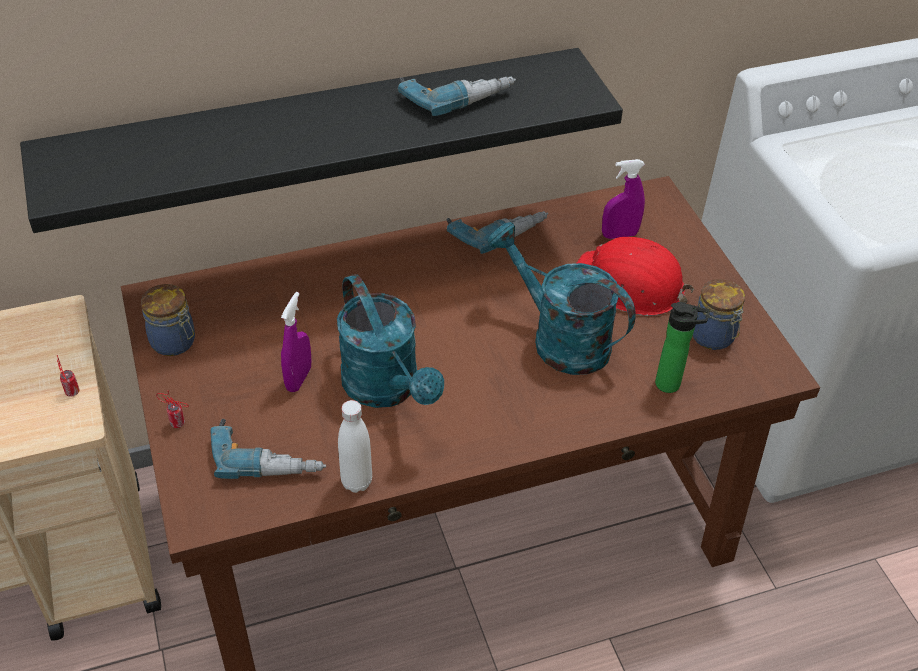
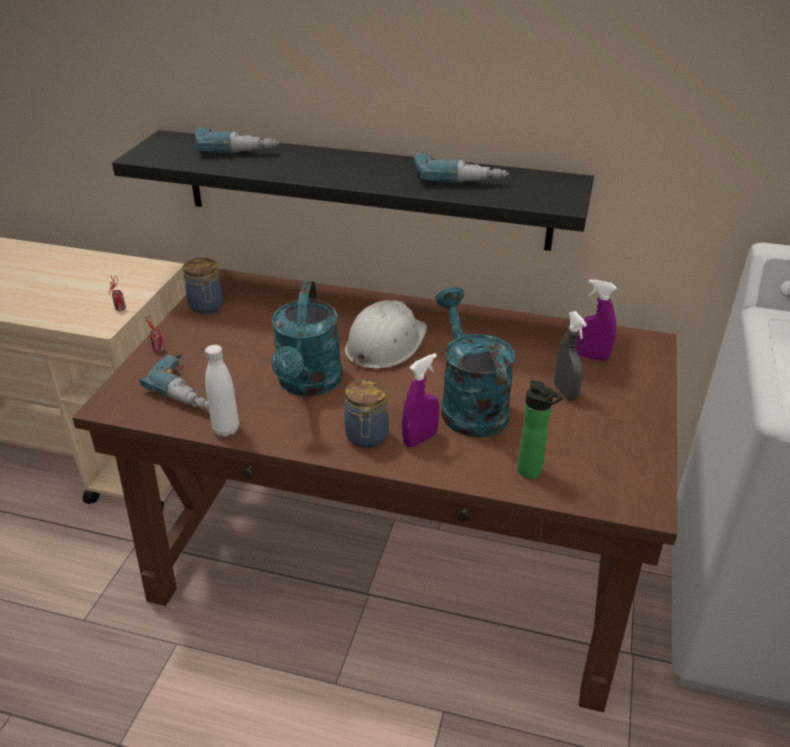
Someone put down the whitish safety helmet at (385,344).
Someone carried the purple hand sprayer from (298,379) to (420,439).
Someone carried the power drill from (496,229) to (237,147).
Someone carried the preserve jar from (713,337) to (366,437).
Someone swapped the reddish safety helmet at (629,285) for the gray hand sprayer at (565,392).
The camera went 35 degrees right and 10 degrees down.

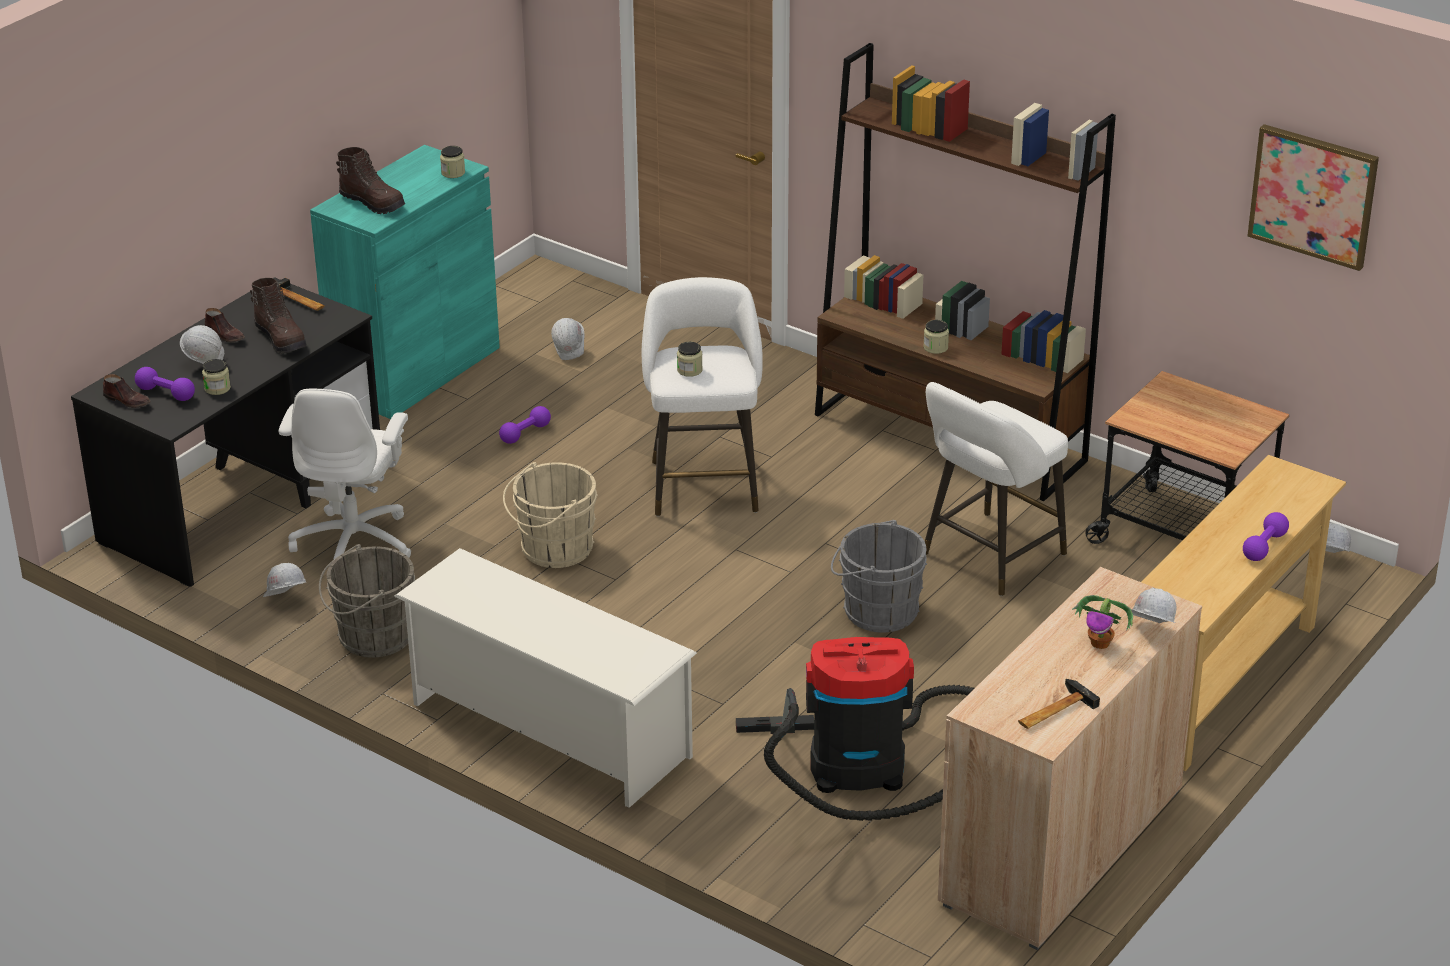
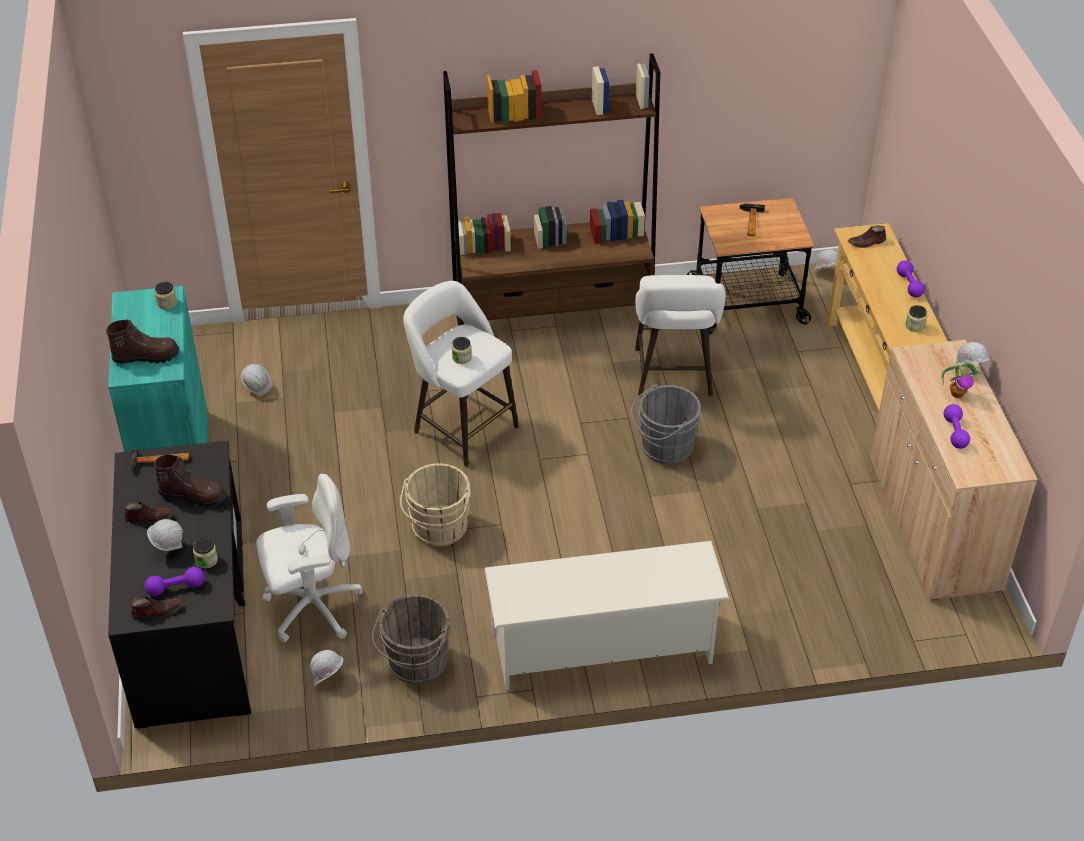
Someone took away the vacuum cleaner at (869,766).
Someone took away the wall picture at (1313,195).
Someone put down the brown shoe at (866,242).
Someone carried the purple free weight from (525,433) to (955,433).
Someone carried the preserve jar from (935,347) to (914,326).
Someone carried the hand hammer from (1052,711) to (750,223).
Someone rotated the whitish office chair at (355,542) by 75 degrees counterclockwise.
The camera went 45 degrees left and 10 degrees up.

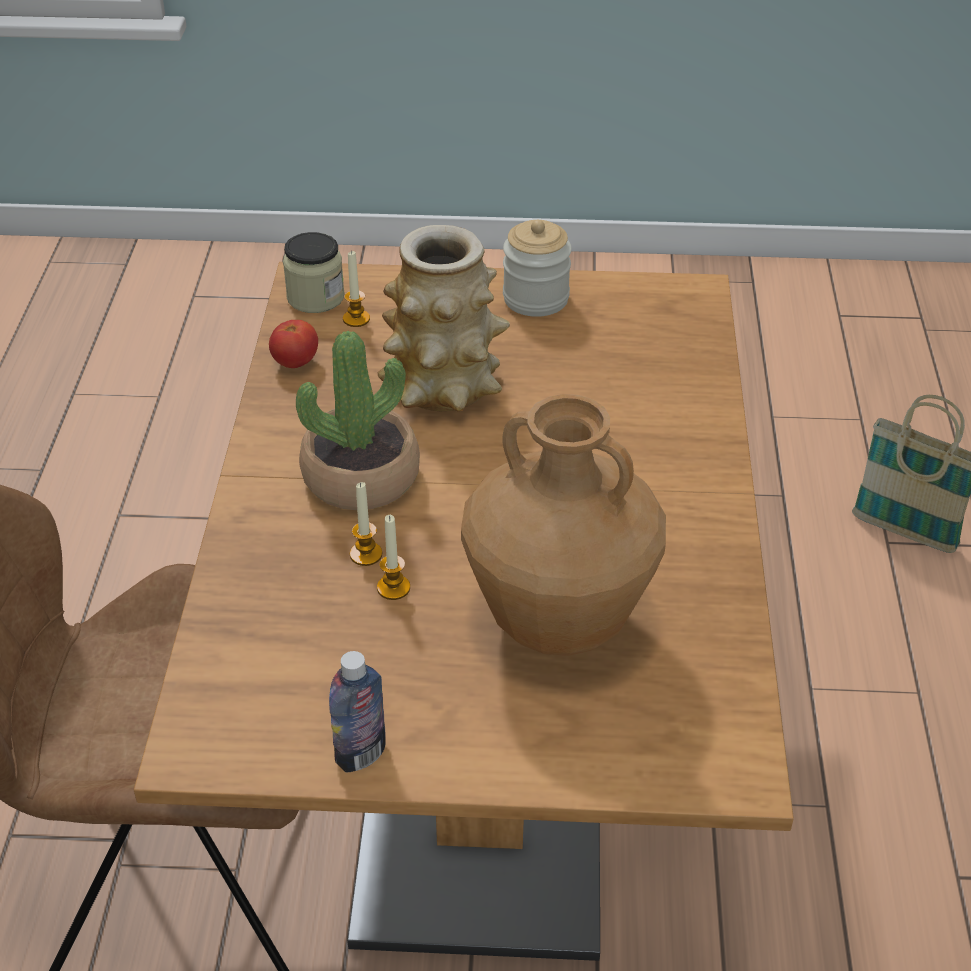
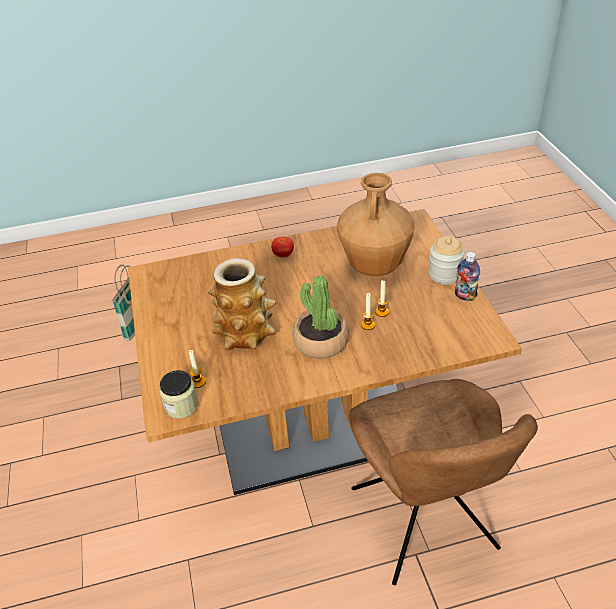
Someone carried the tomato from (295,362) to (283,255).
Someone carried the preserve jar from (536,298) to (444,274).
The camera went 105 degrees left and 0 degrees up.

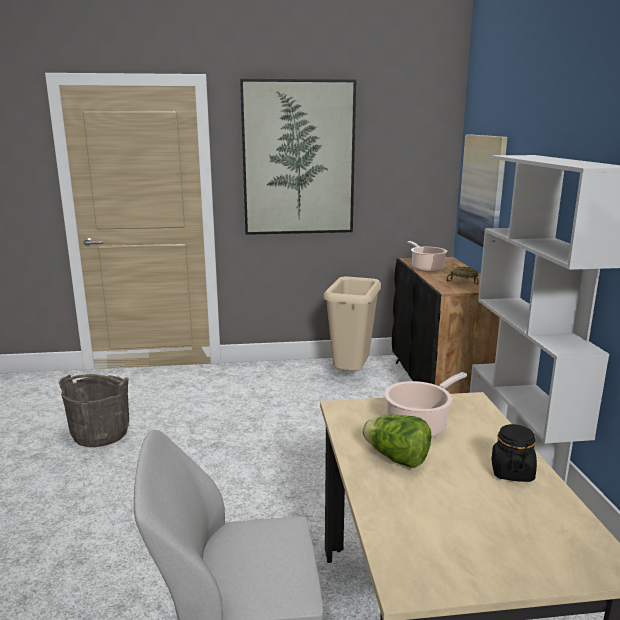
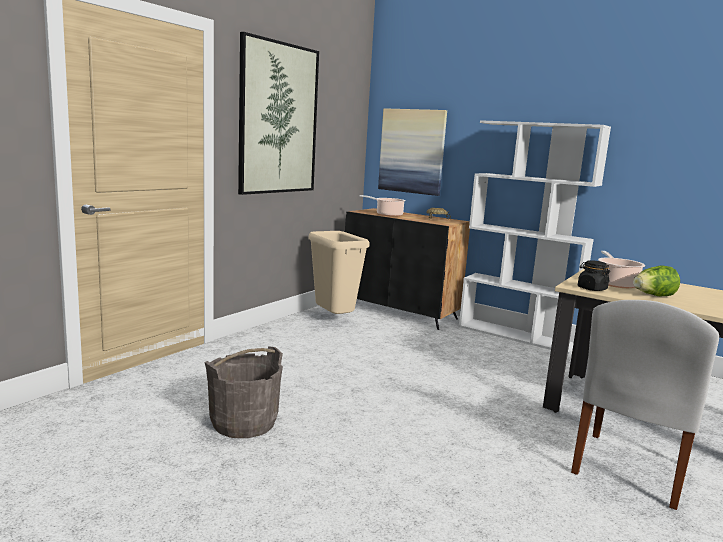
Someone carried the black preserve jar from (512,472) to (591,289).
The camera went 50 degrees left and 5 degrees down.

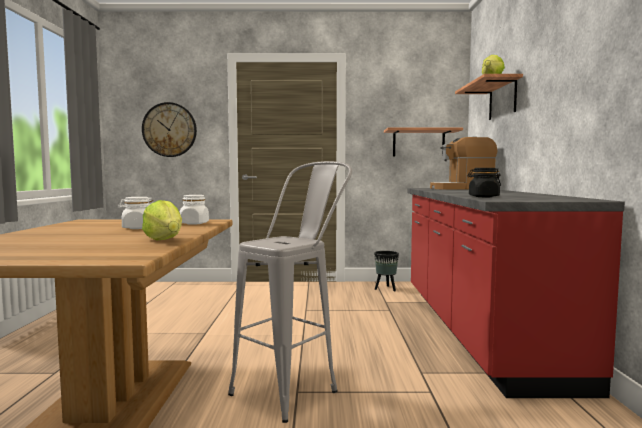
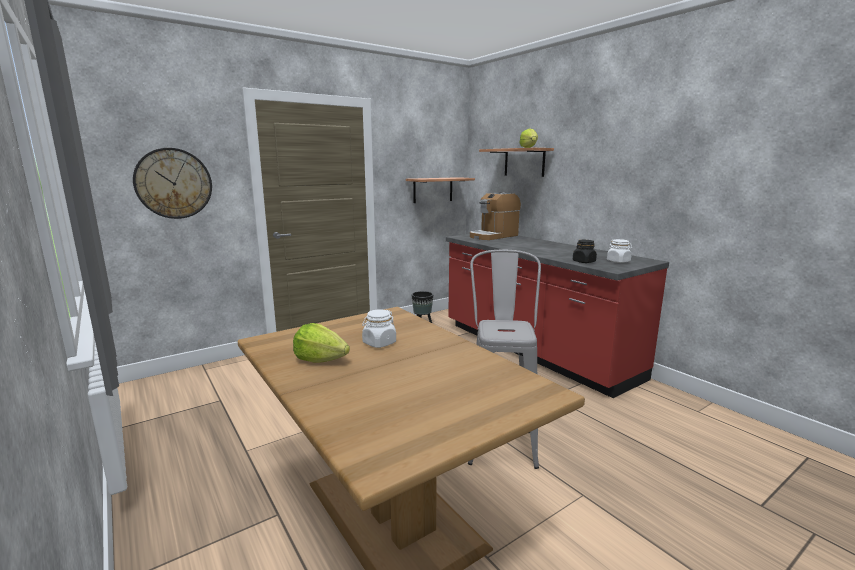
Someone carried the lettuce head from (165,240) to (320,360).
Someone carried the whitish preserve jar from (194,223) to (618,261).
The camera went 35 degrees left and 10 degrees up.

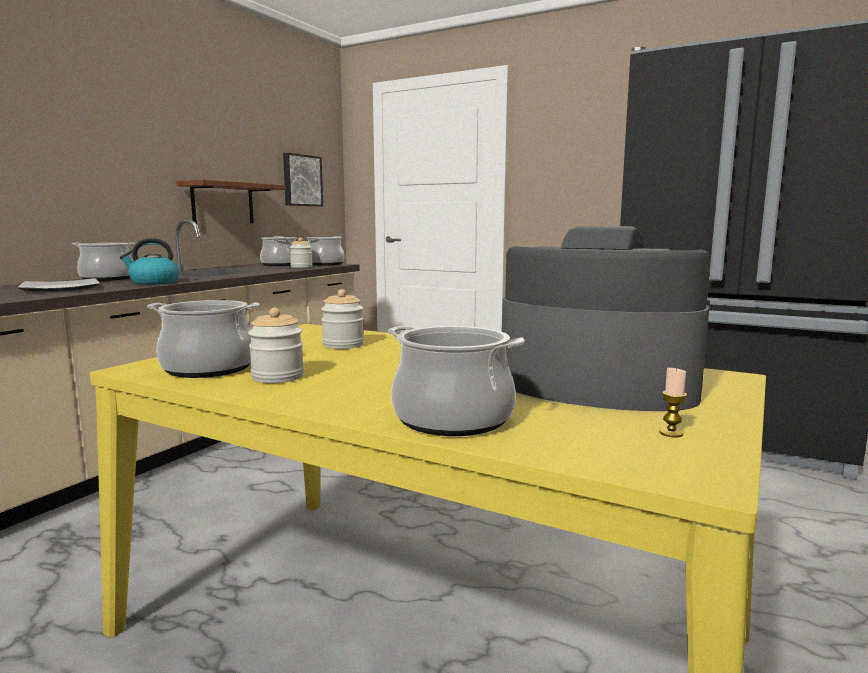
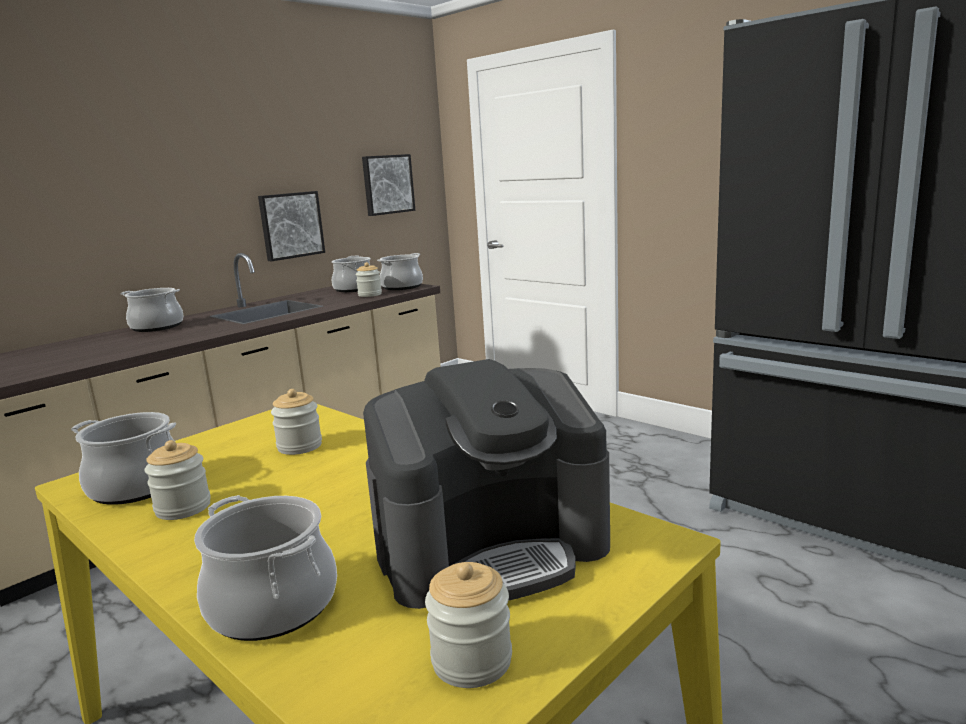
Someone took away the plate at (59,289).
Someone took away the tea kettle at (154,282).
Someone swapped the brown wall shelf at (223,203) for the wall picture at (290,225).
Someone swapped the candle at (671,433) for the preserve jar at (472,660).
Someone rotated the coffee machine at (597,384) by 120 degrees clockwise.
The camera went 15 degrees right and 5 degrees up.

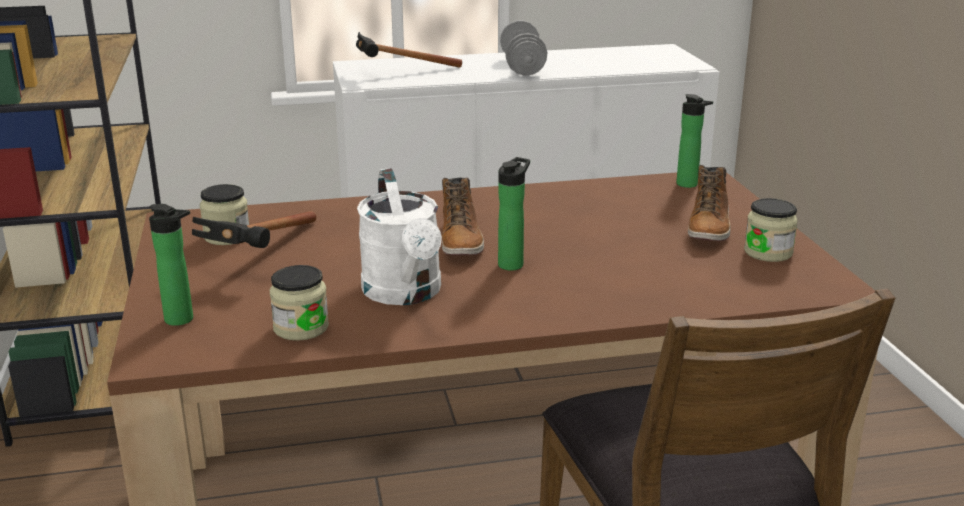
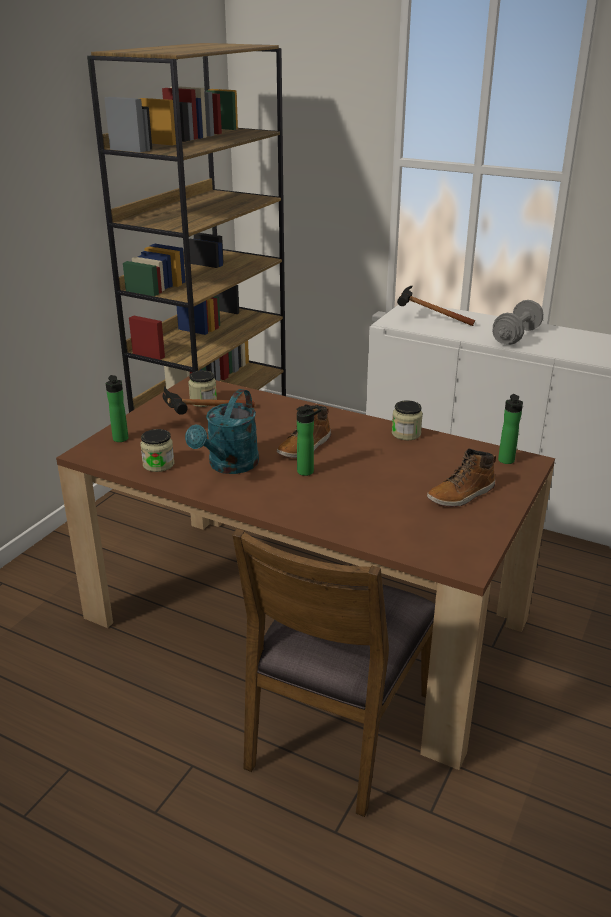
Someone carried the preserve jar from (768,252) to (406,434).
Someone repainted the whitish watering can at (405,294), which became the turquoise-coloured watering can at (229,466).
The camera went 40 degrees right and 5 degrees up.

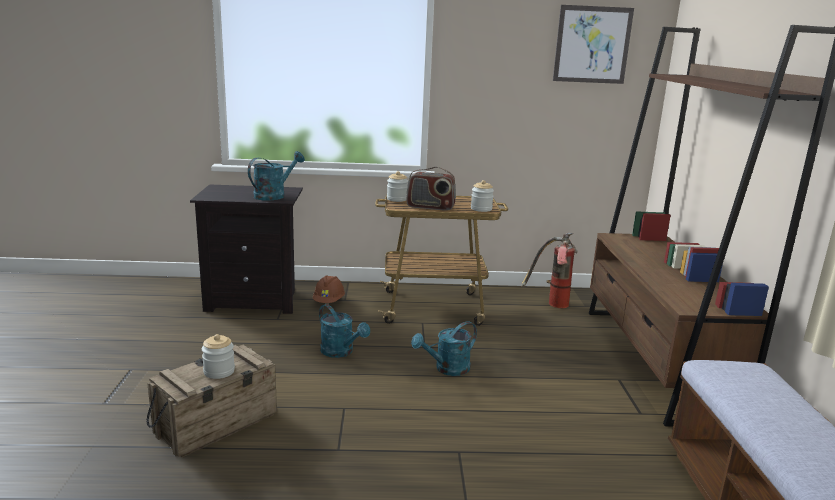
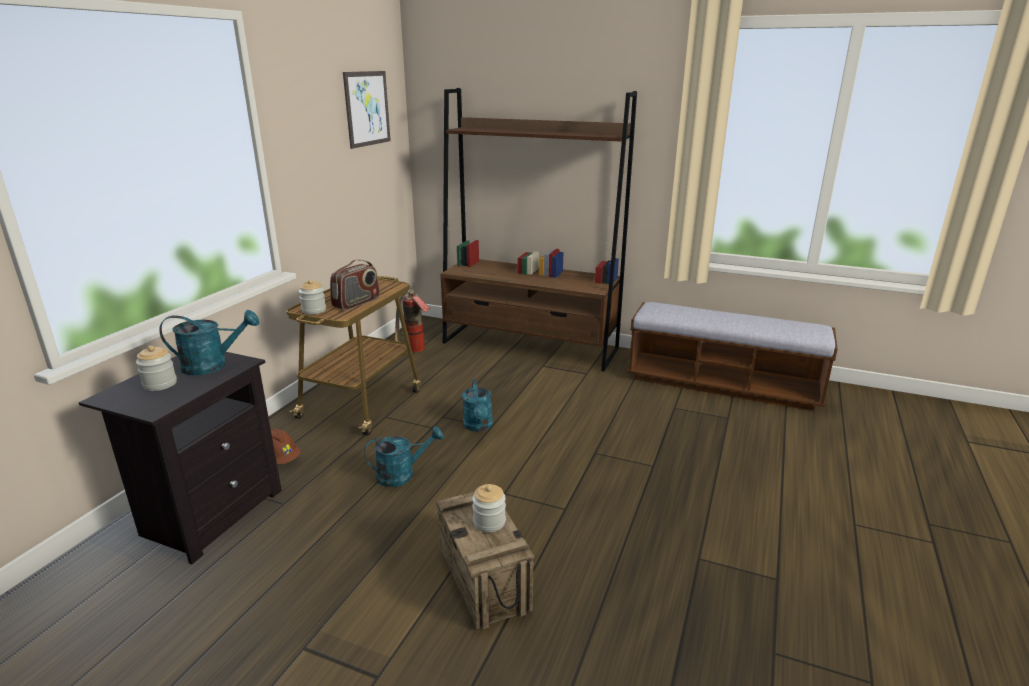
Someone carried the preserve jar from (481,209) to (160,384).
Someone rotated the turquoise-coloured watering can at (274,195) by 105 degrees clockwise.
The camera went 65 degrees left and 5 degrees up.

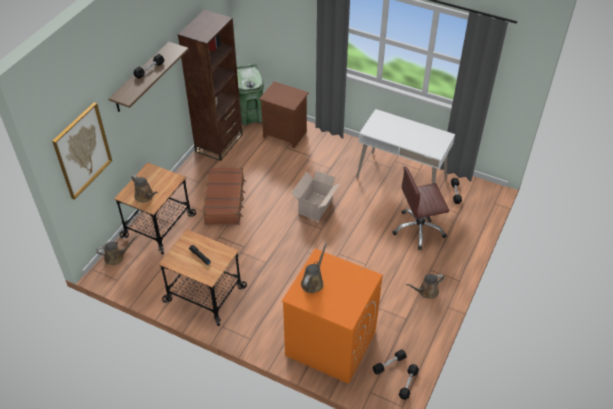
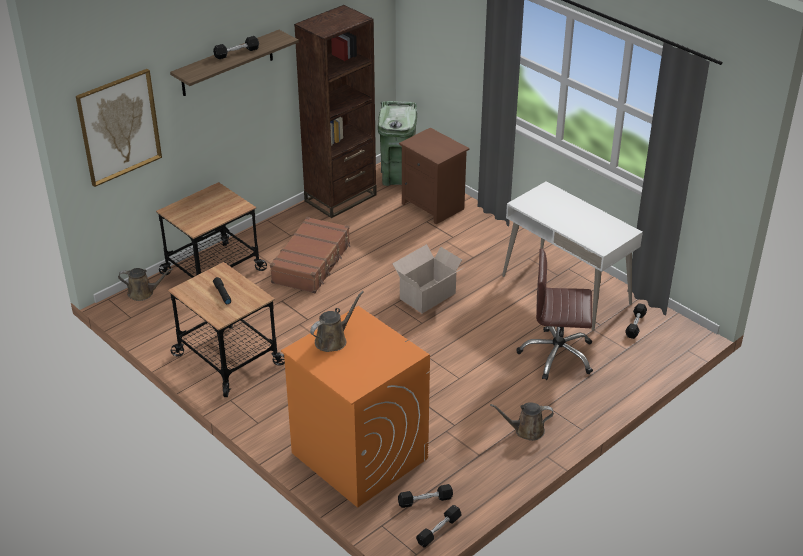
Someone took away the brown watering can at (145,196).
The camera went 20 degrees right and 10 degrees down.

